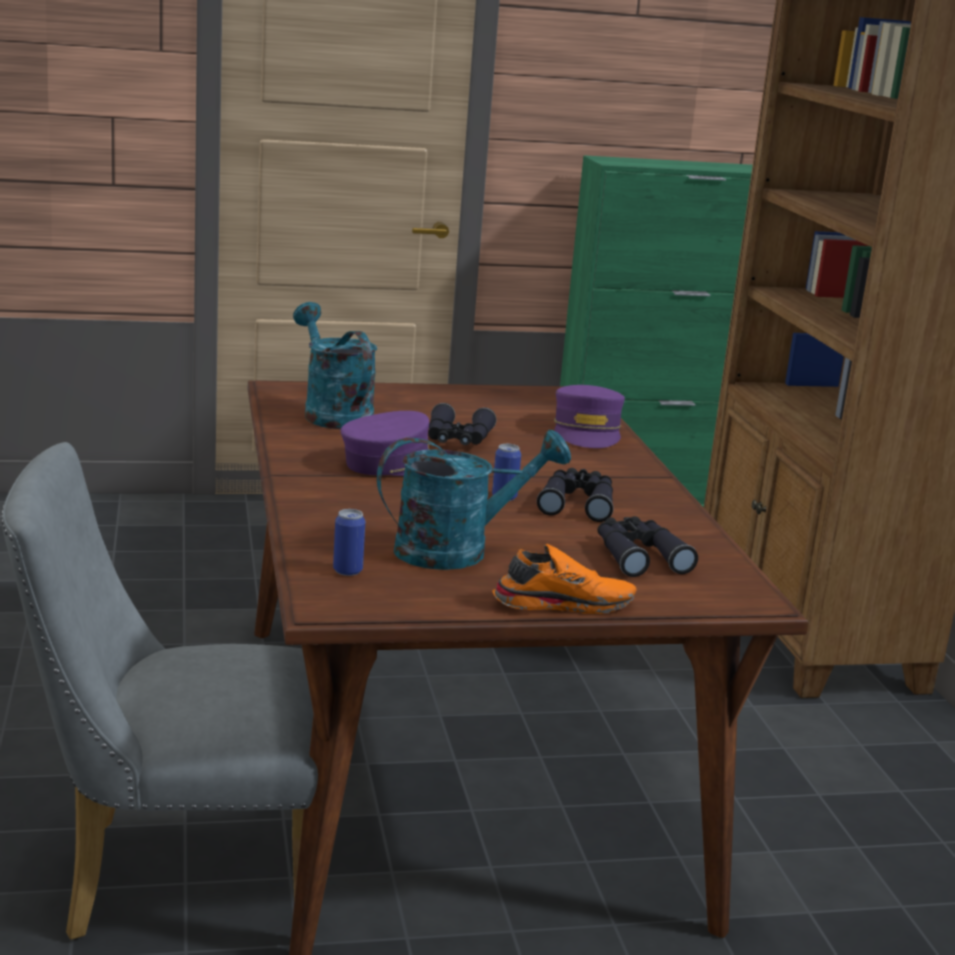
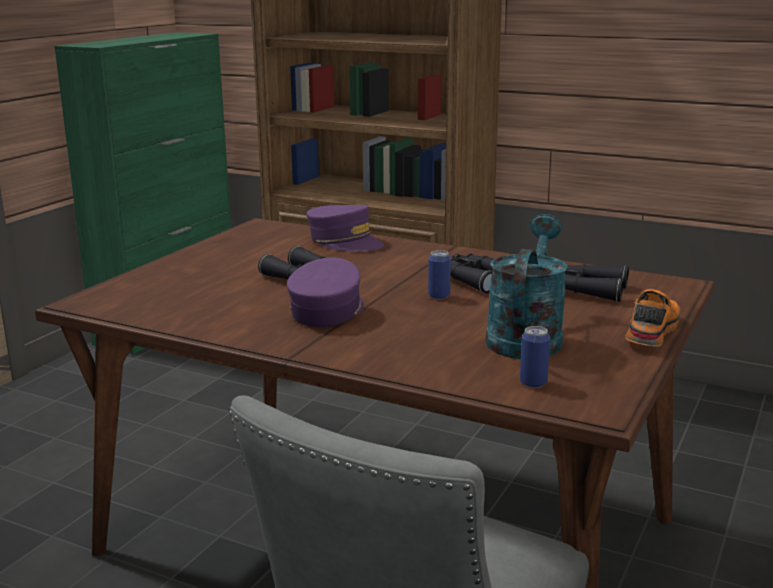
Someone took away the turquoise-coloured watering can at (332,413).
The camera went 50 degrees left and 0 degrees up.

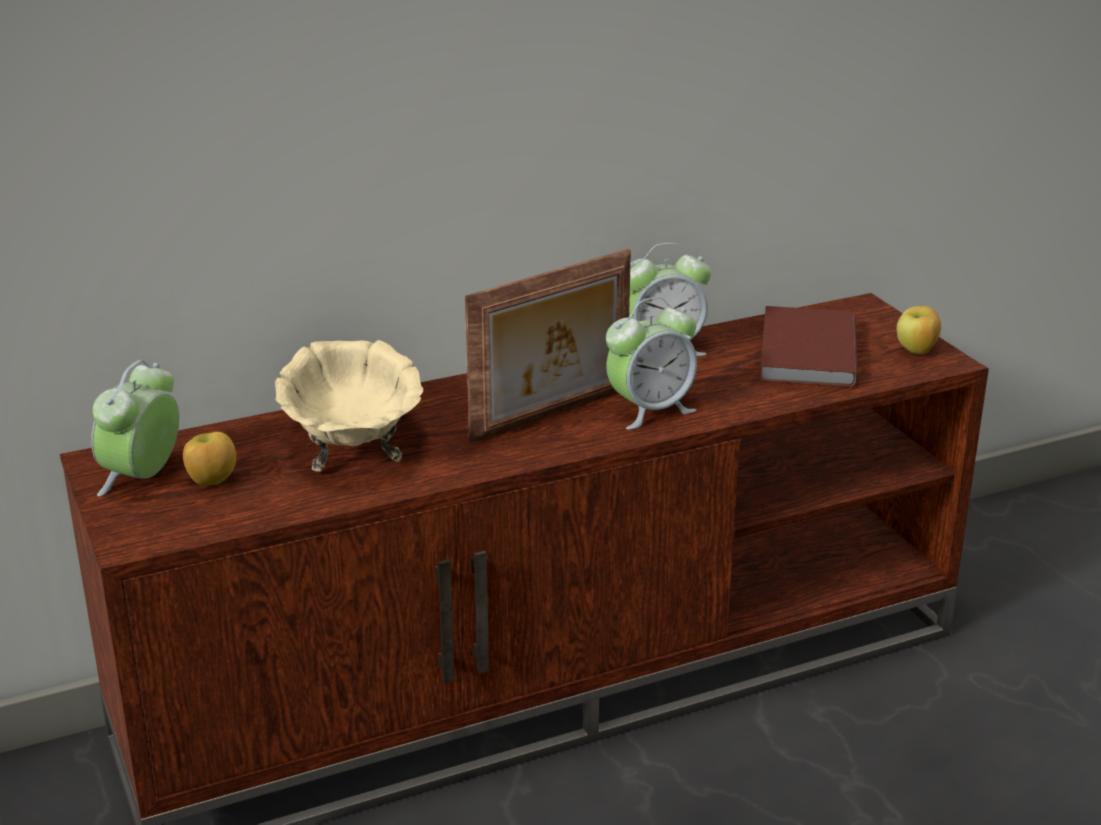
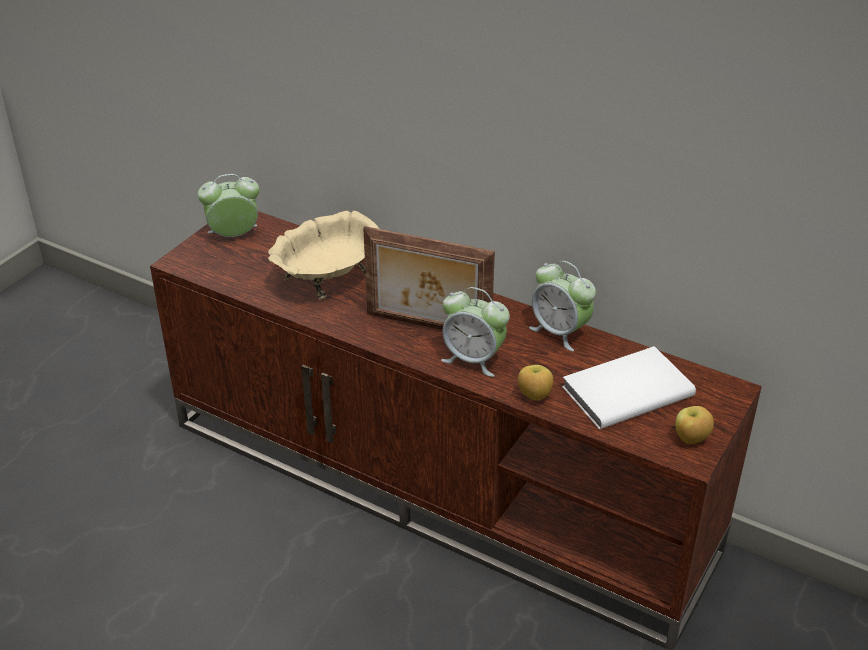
Someone carried the apple from (212,481) to (534,396).
Someone repainted the brown book at (804,353), which became the whitish book at (624,390).
The camera went 55 degrees right and 10 degrees up.

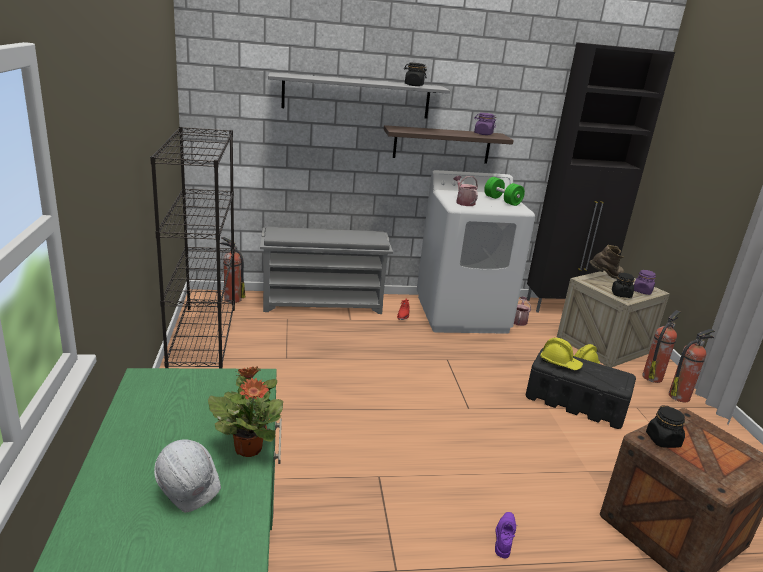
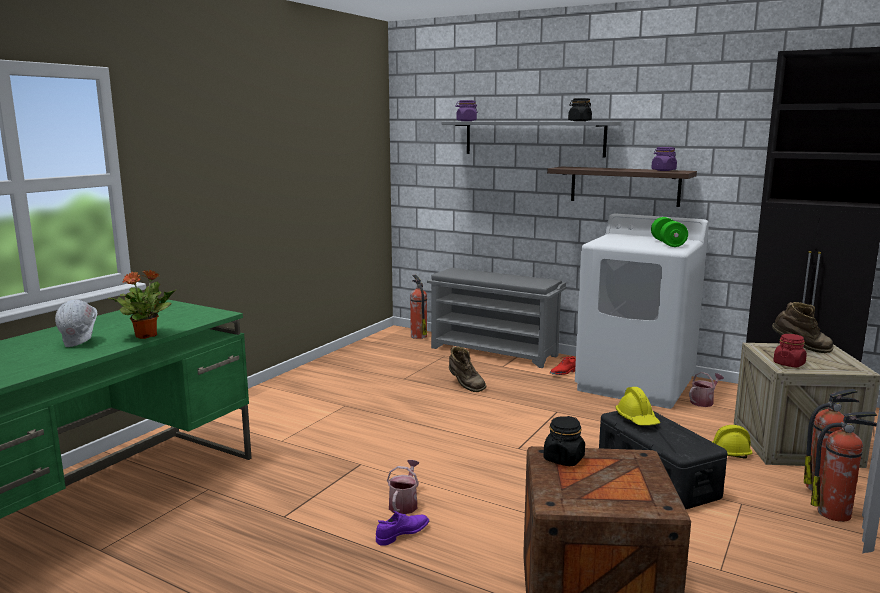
Someone took away the black bookshelf at (203,338).
Someone put down the brown tall boot at (465,386).
Someone carried the watering can from (464,202) to (404,503).
Someone carried the purple preserve jar from (642,291) to (466,121).
Someone repainted the black preserve jar at (621,294), which became the reddish preserve jar at (789,364).
The camera went 40 degrees right and 10 degrees down.

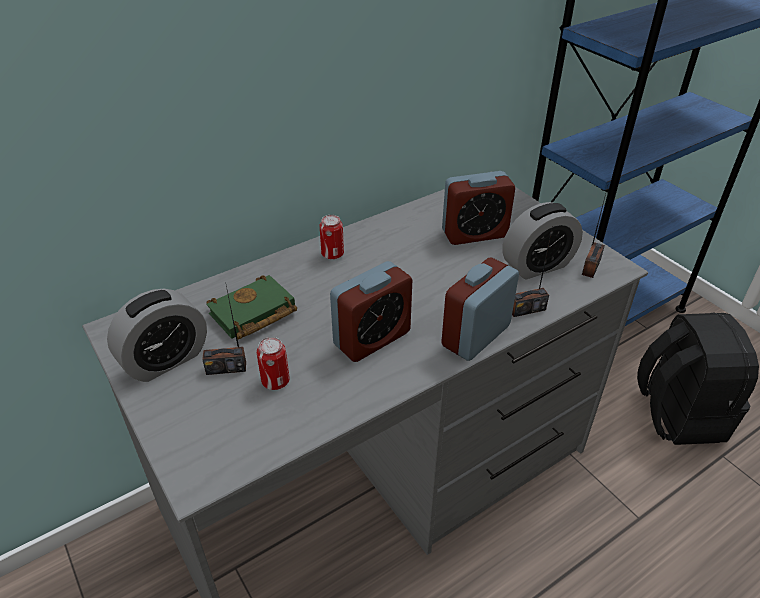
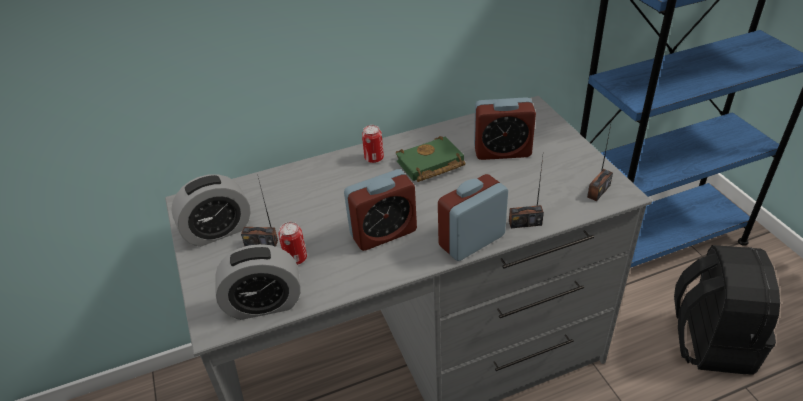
Someone carried the greenish book from (252,314) to (429,165).
Someone carried the alarm clock from (537,266) to (264,304).
The camera went 15 degrees right and 0 degrees up.

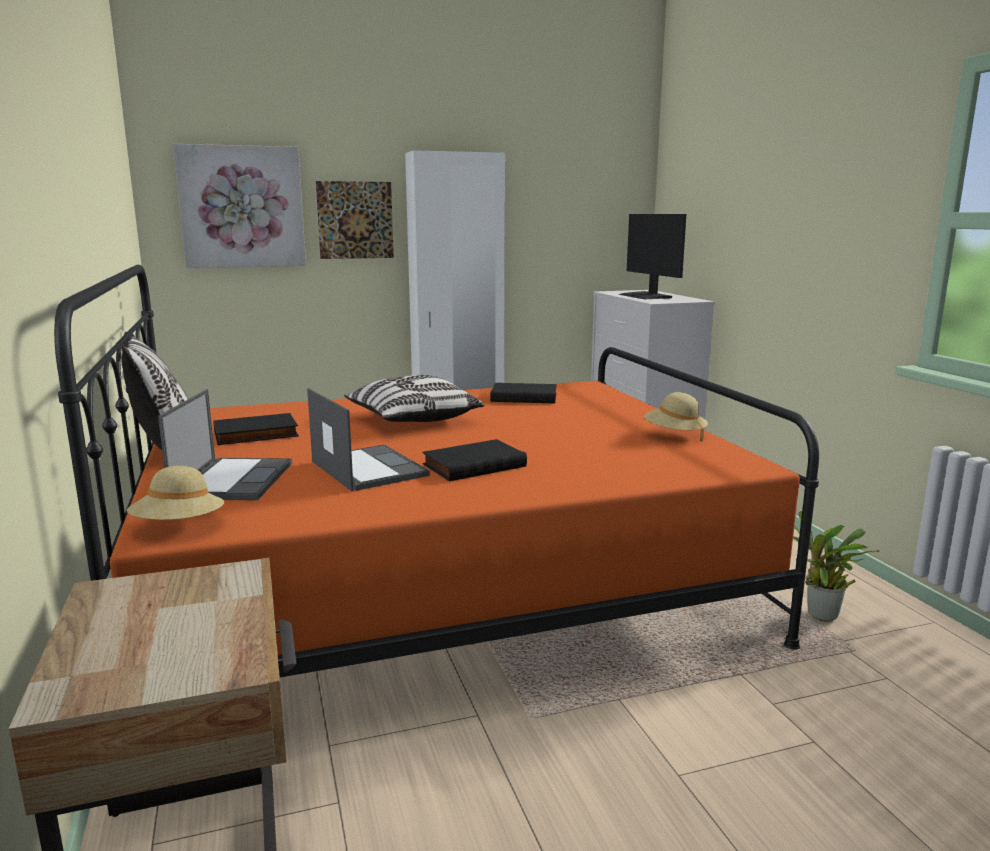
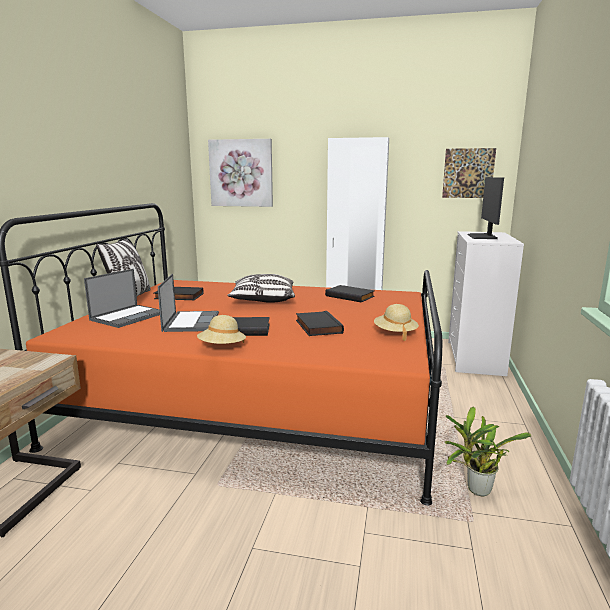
Someone put down the black book at (317,327).
Someone carried the sand-coloured hat from (179,527) to (222,348).
Someone carried the wall picture from (355,220) to (468,173).
The camera went 30 degrees right and 0 degrees up.

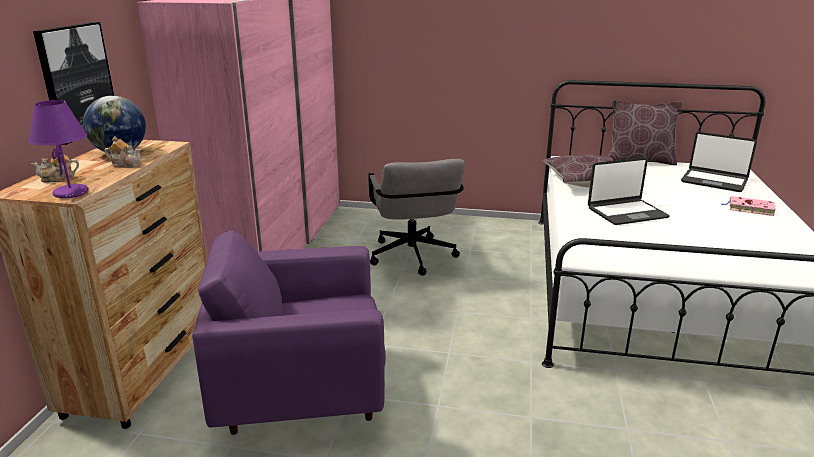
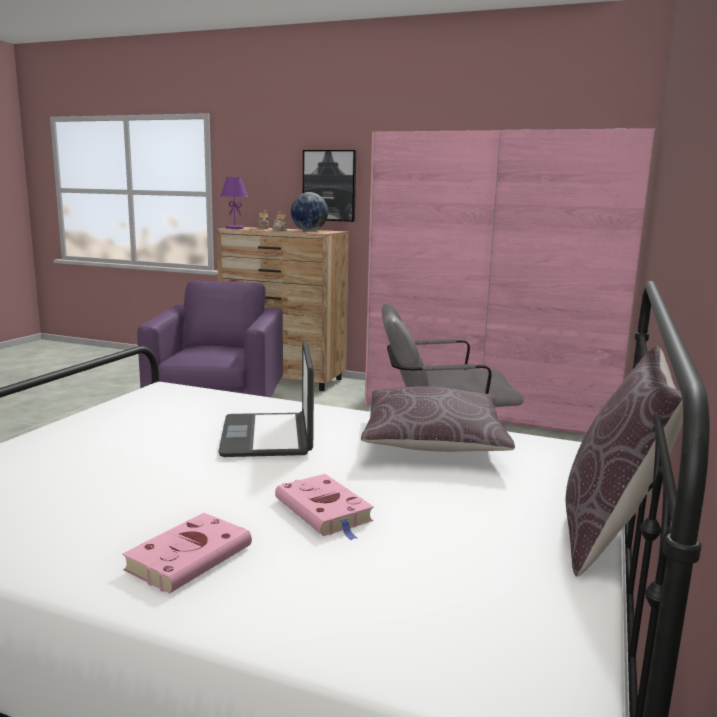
Someone took away the notebook computer at (714,181).
Someone put down the pink-coloured book at (325,511).
The camera went 100 degrees right and 10 degrees down.

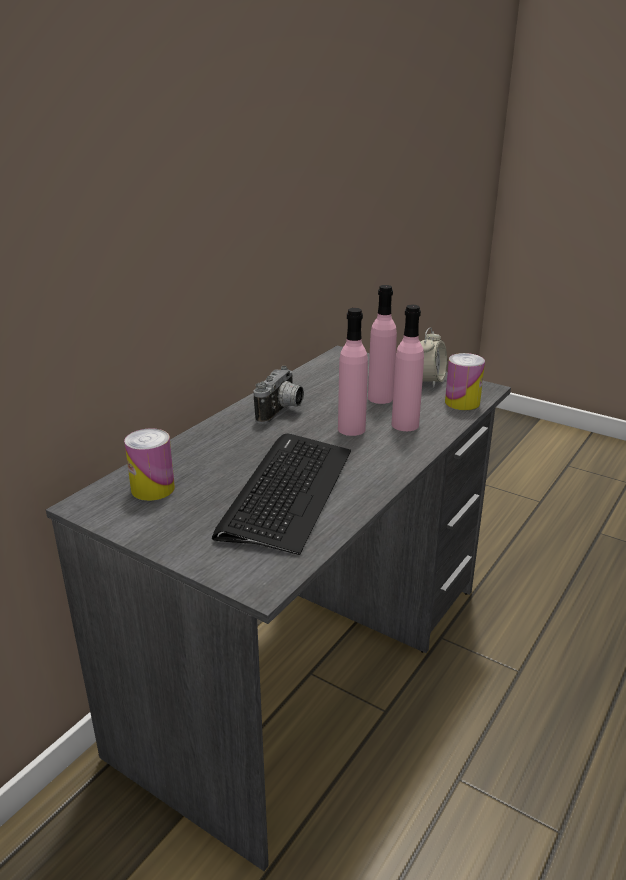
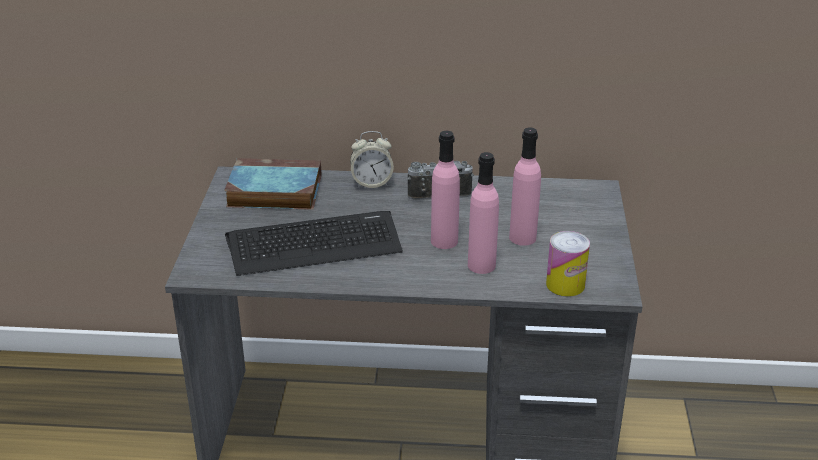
Someone carried the alarm clock from (429,381) to (371,183).
Someone swapped the can at (153,489) for the book at (272,191).
The camera went 60 degrees right and 5 degrees up.

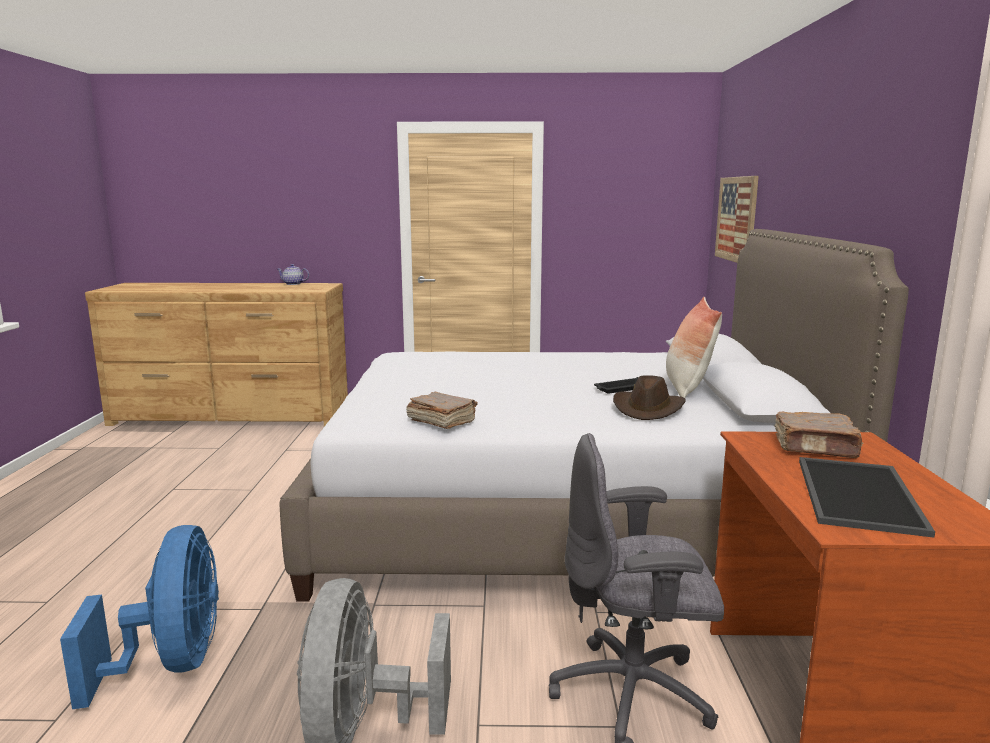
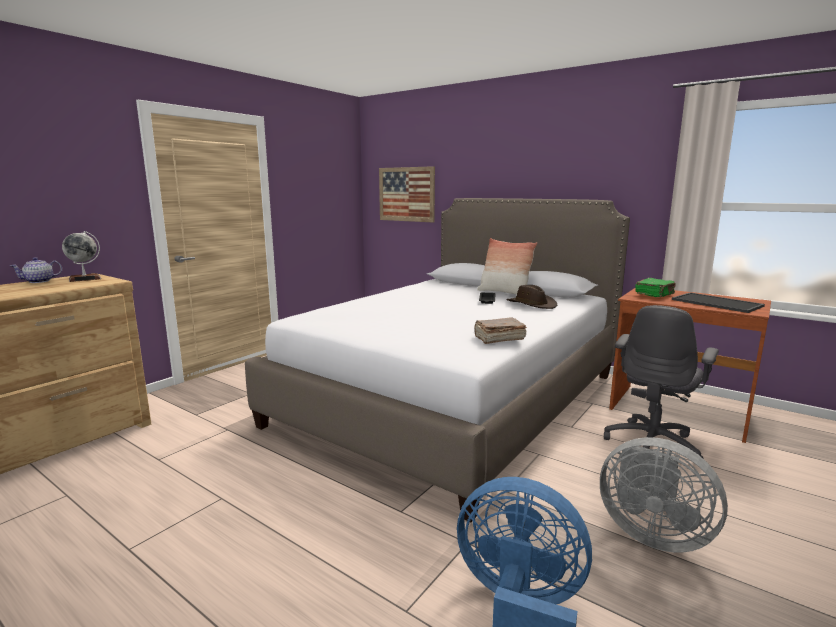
Someone put down the globe at (85,279).
Someone repainted the brown book at (816,448), which became the greenish book at (655,294).
The camera went 55 degrees left and 0 degrees up.

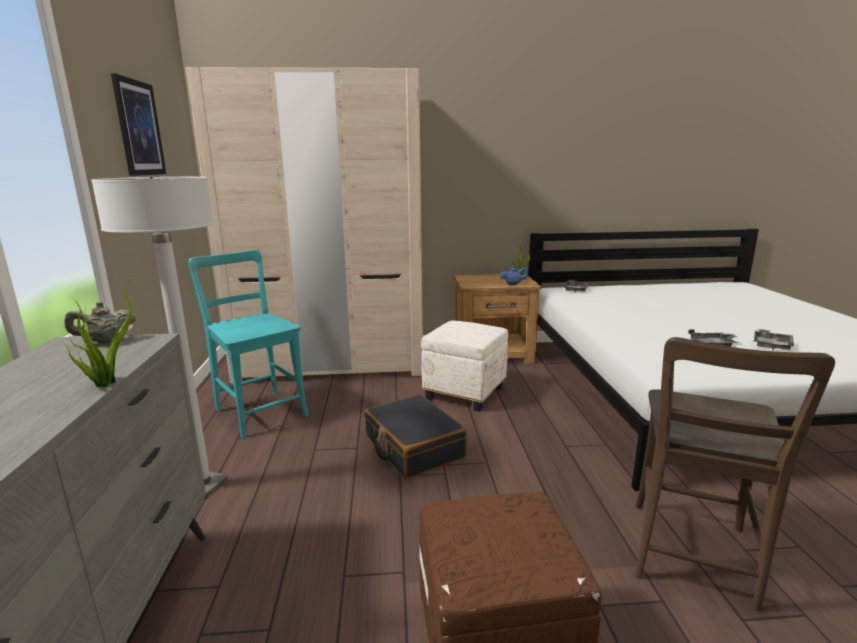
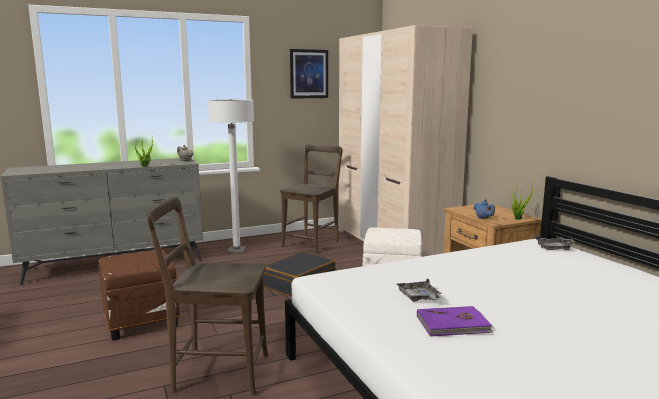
Someone swapped the gray carrying tray at (771,345) for the purple book at (453,325).
Someone repainted the turquoise-coloured upright chair at (259,411), which became the brown upright chair at (312,243).
The camera went 70 degrees right and 5 degrees down.

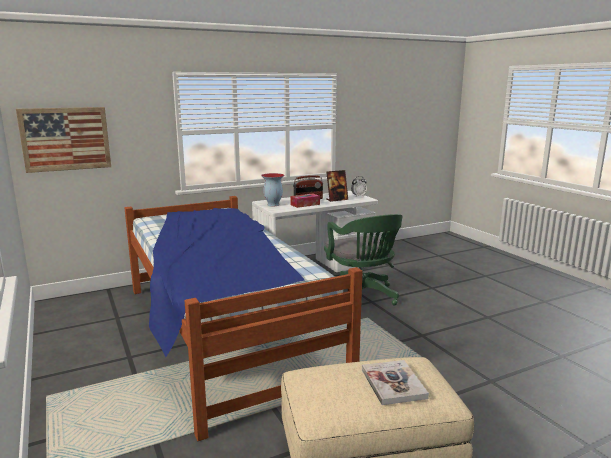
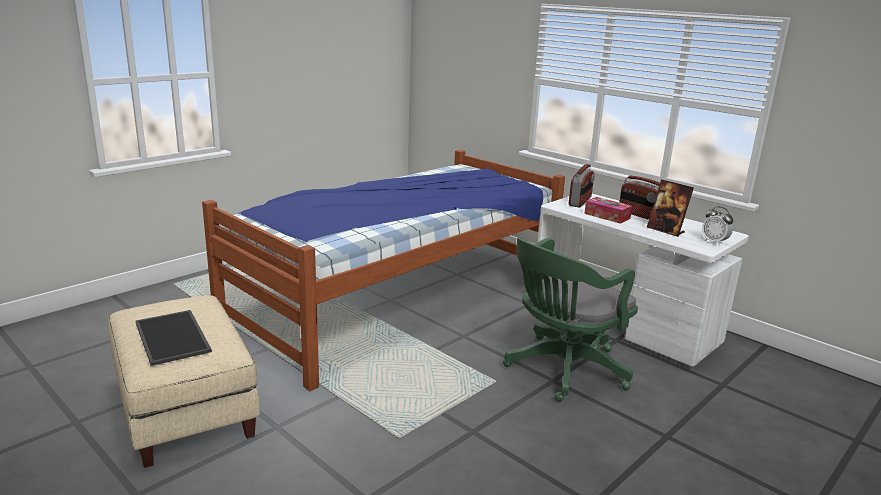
Someone took away the wall picture at (65,139).
Someone swapped the vase at (272,205) for the radio receiver at (580,201).
Someone swapped the book at (393,383) for the carrying tray at (174,337).
The camera went 70 degrees right and 5 degrees up.

